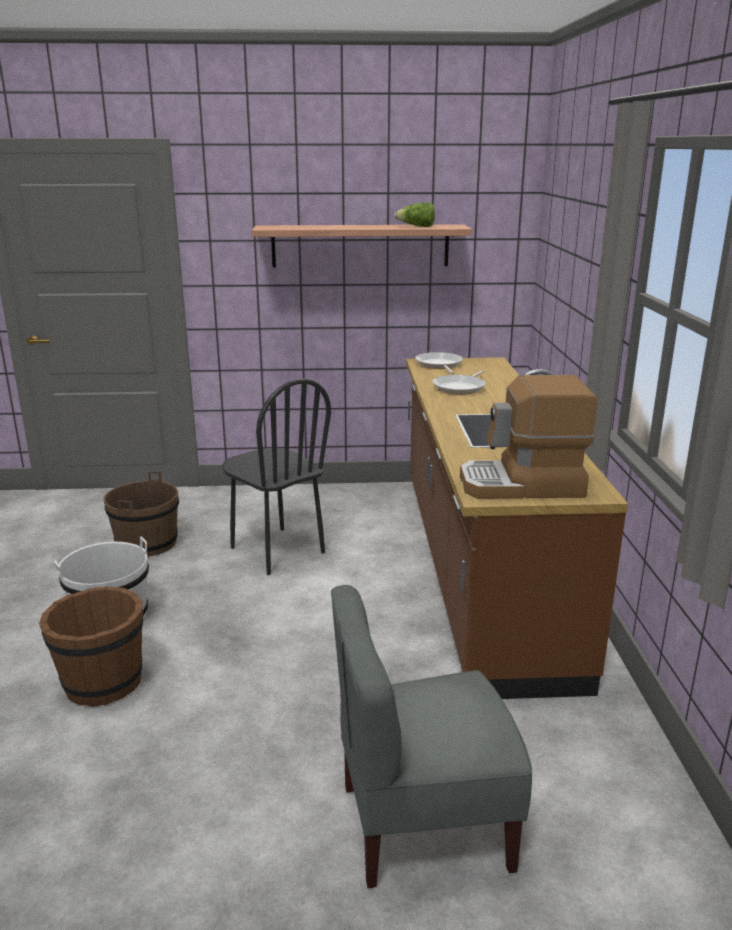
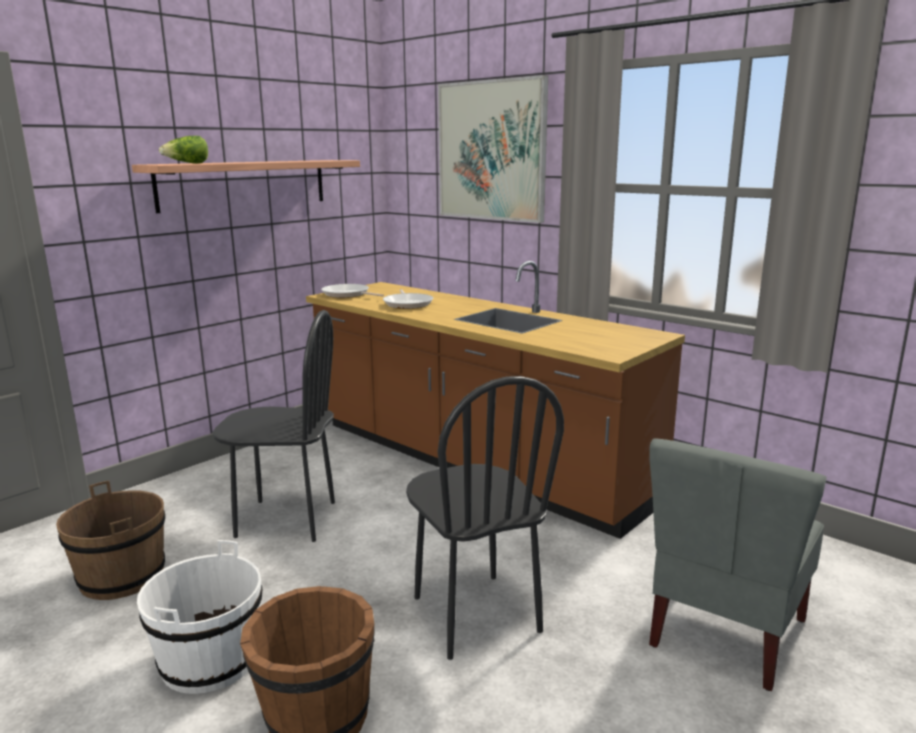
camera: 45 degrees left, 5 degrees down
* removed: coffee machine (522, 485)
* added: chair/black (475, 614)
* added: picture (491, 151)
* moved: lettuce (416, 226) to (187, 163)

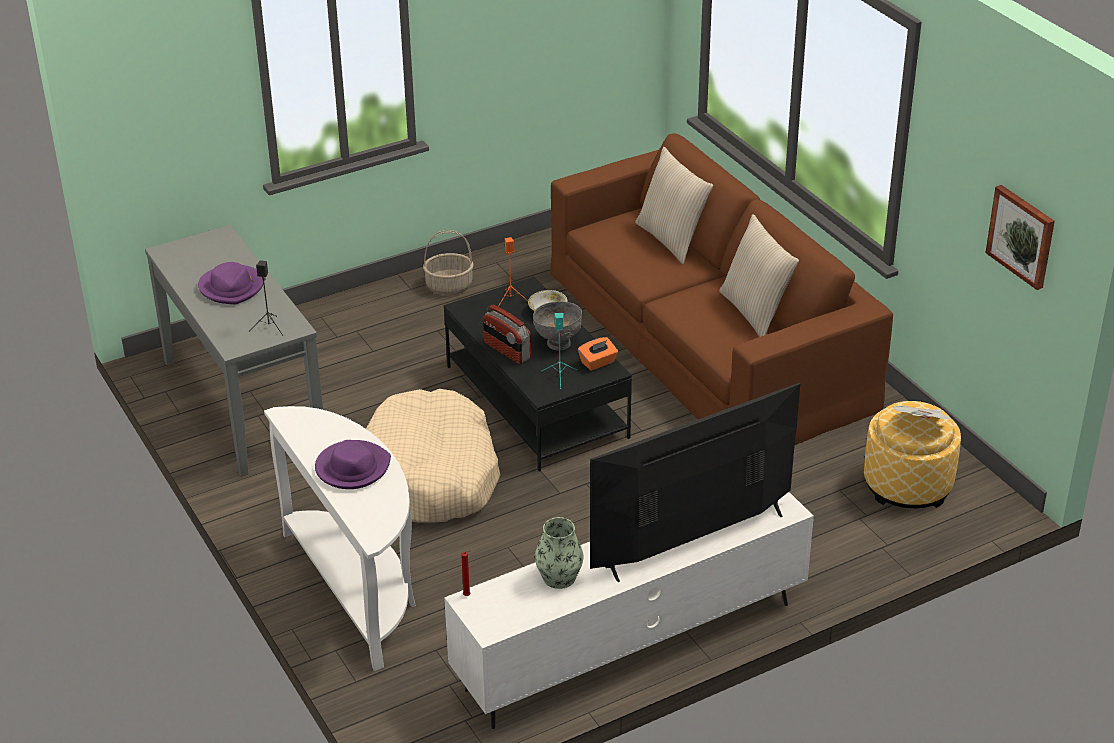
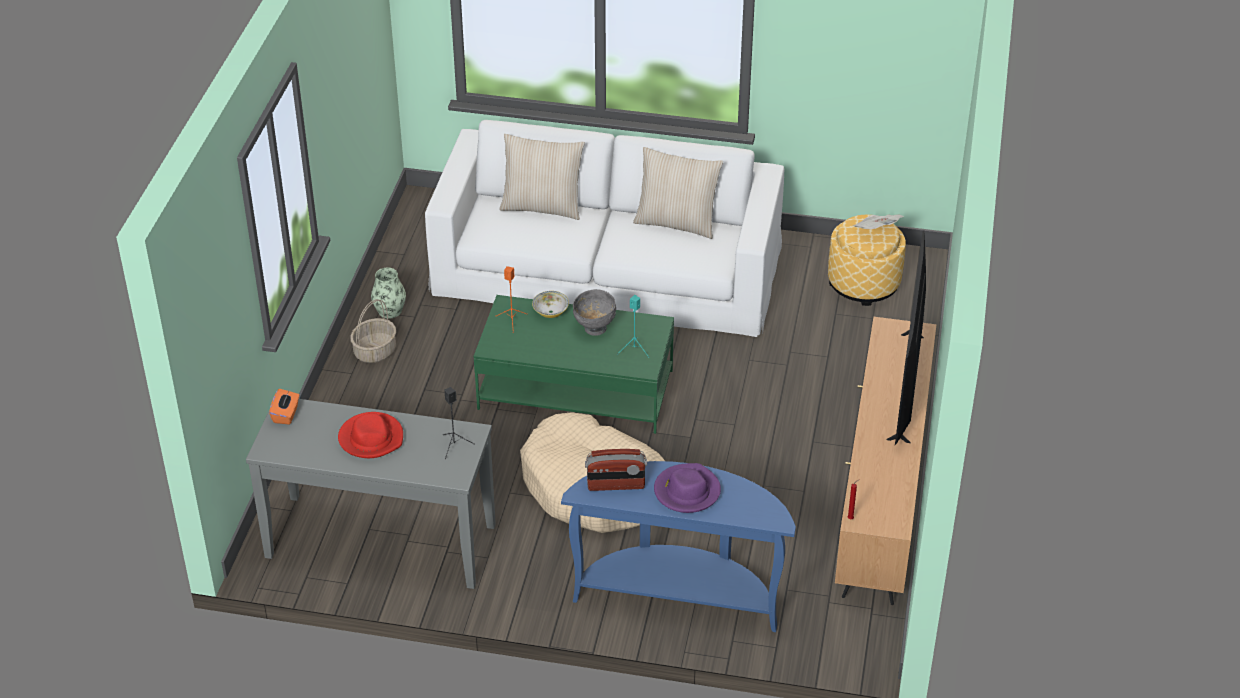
camera: 50 degrees left, 5 degrees up
* removed: picture (1022, 236)
* moved: radio (507, 351) to (616, 485)
* moved: vase (559, 577) to (389, 311)
* moved: tissue box/orange (598, 363) to (286, 414)
* recoloured: hat/purple (232, 287) to hat/red (371, 438)
* recoloured: console table/white (358, 589) to console table/blue (679, 594)
* recoloured: coffee table/black (537, 402) to coffee table/green (576, 390)
* recoloured: tv stand/white (631, 645) to tv stand/brown (881, 494)
* recoloured: sofa/brown (709, 337) to sofa/white (607, 269)

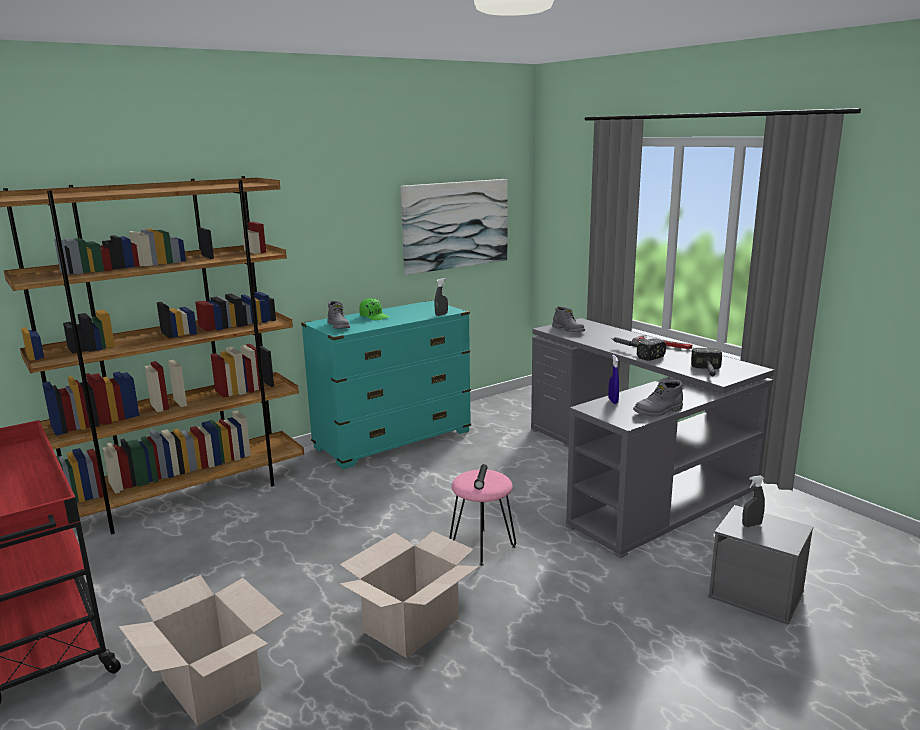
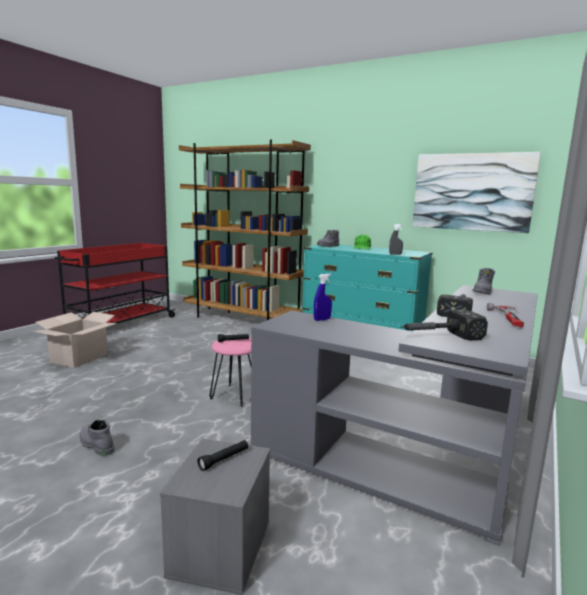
camera: 65 degrees right, 5 degrees down
* removed: cardboard box (412, 626)
* moved: boot/grey (658, 411) to (95, 444)
* replaced: spray bottle/grey (751, 525) to flashlight/black (224, 459)

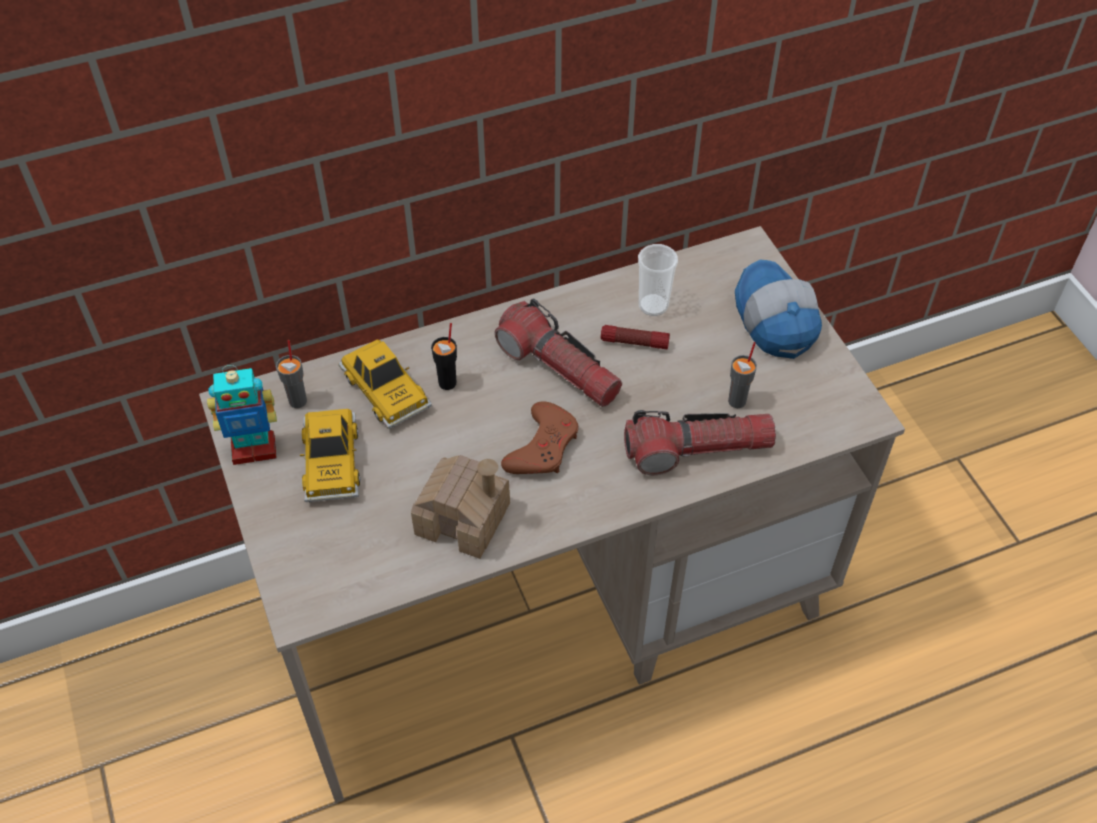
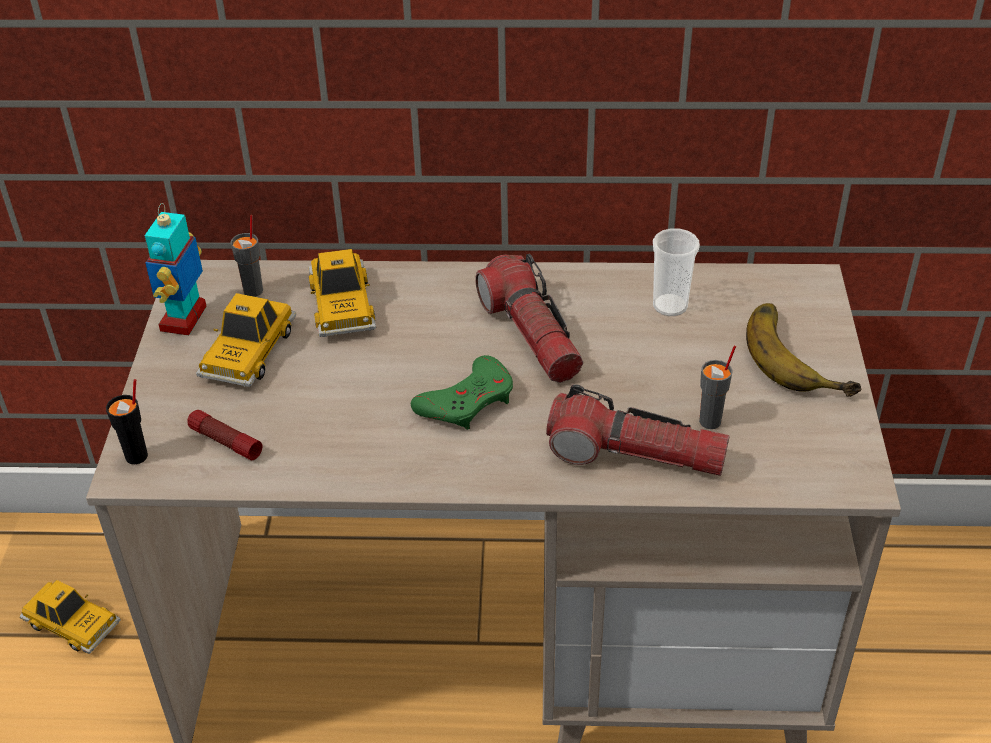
camera: 25 degrees right, 10 degrees down
* removed: toy house (463, 519)
* added: toy car (72, 623)
* moved: cup/black (448, 382) to (137, 456)
* moved: flashlight (634, 342) to (225, 442)
* replaced: cap (773, 319) to banana (800, 355)
* recoloured: game controller/brown (542, 446) to game controller/green (467, 401)
* turned: toy robot (254, 449) = (185, 319) 90 degrees clockwise

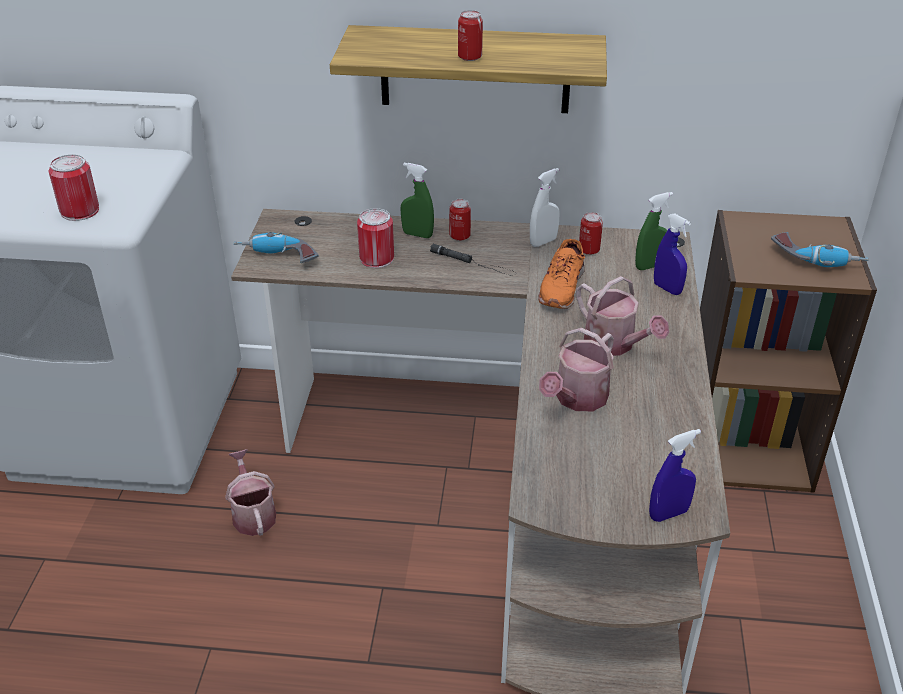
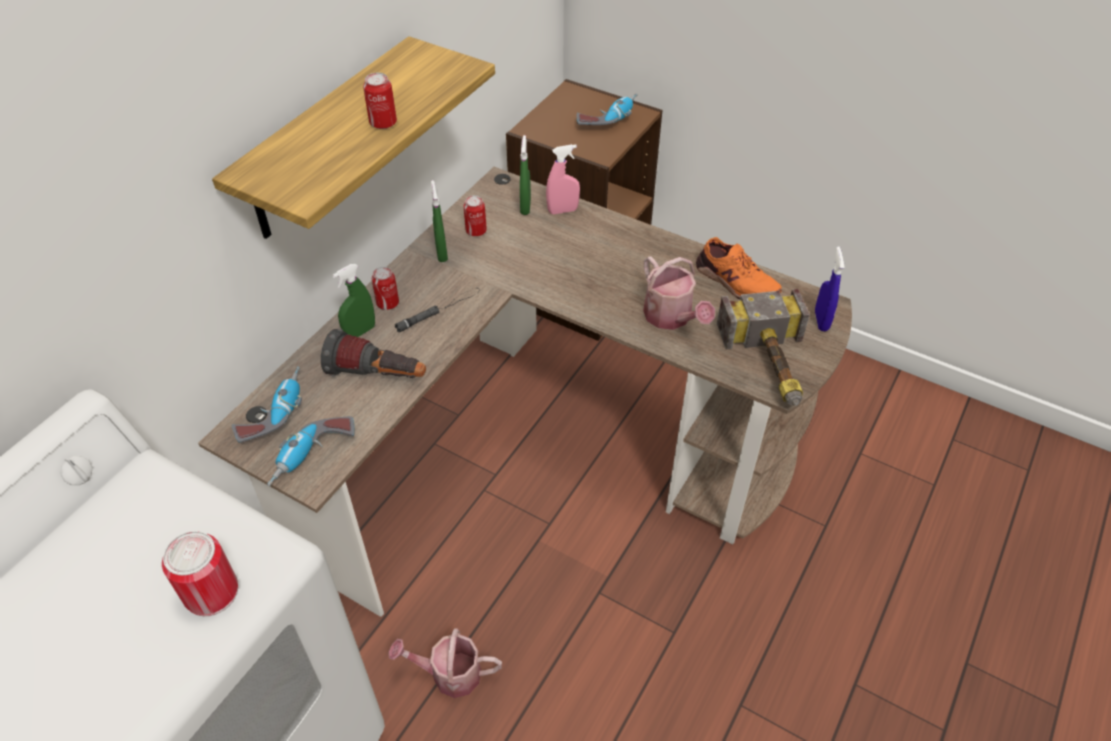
camera: 65 degrees left, 10 degrees up
* removed: watering can (614, 344)
* added: power drill (274, 412)
* added: hammer (772, 366)
* moved: shoe/orange (561, 287) to (735, 282)
* replaced: can (376, 258) to flashlight (378, 376)
* recoloured: spray bottle/white (543, 242) to spray bottle/green (441, 253)
* recoloured: spray bottle/blue (667, 289) to spray bottle/pink (562, 210)

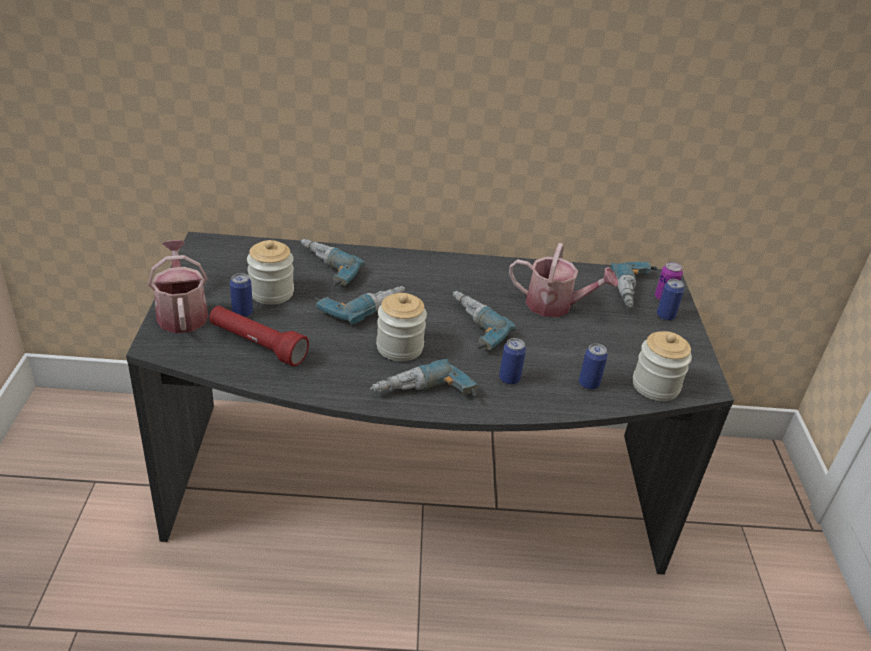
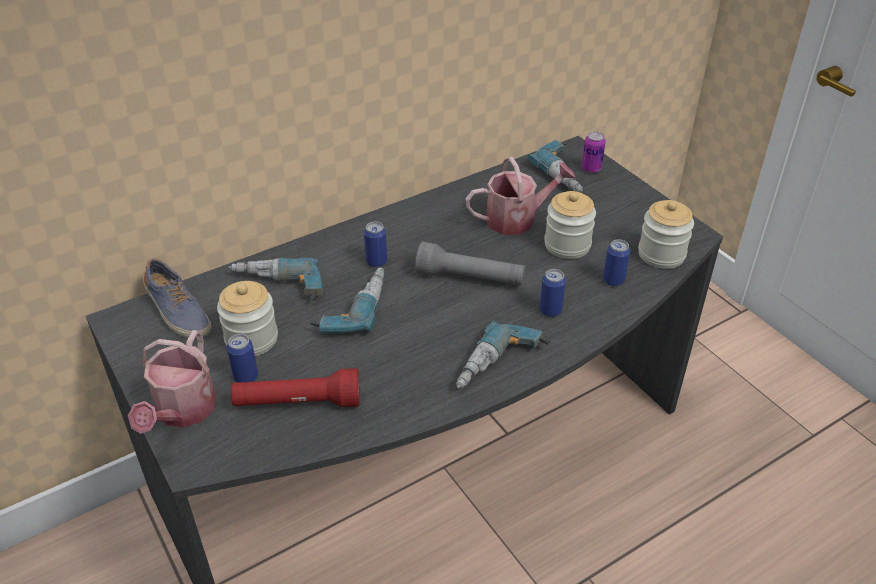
camera: 30 degrees left, 5 degrees up
* added: shoe (177, 313)
* moved: jar (399, 347) to (567, 245)
* moved: can (665, 316) to (376, 262)
* replaced: power drill (470, 328) to flashlight/grey (470, 278)
* turned: watering can (181, 313) = (182, 412) 120 degrees counterclockwise

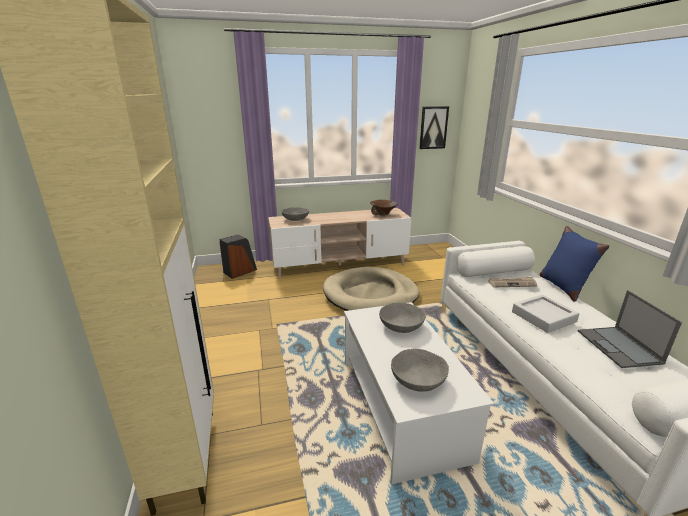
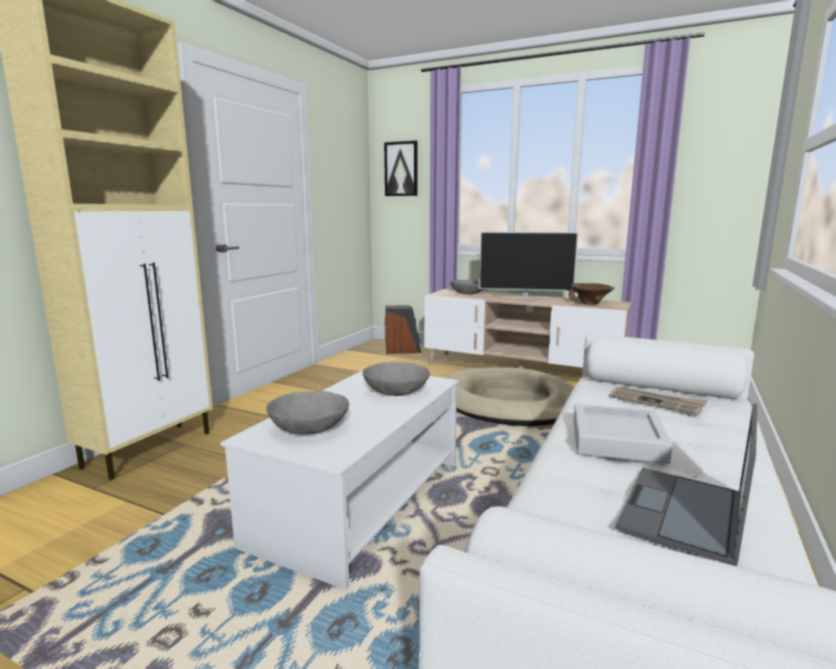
camera: 40 degrees right, 10 degrees down
* removed: pillow/blue (563, 287)
* added: television (525, 297)
* moved: picture (433, 127) to (401, 169)

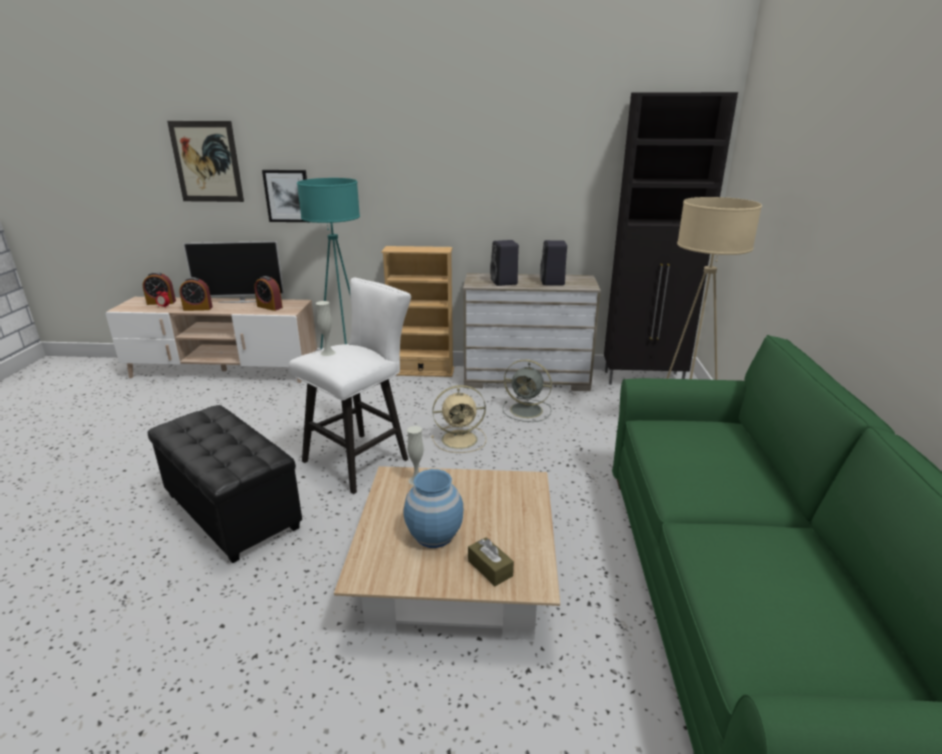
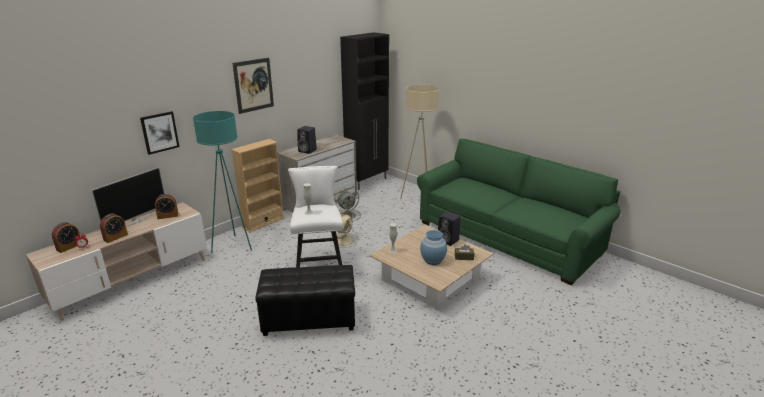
camera: 50 degrees left, 0 degrees up
* moved: picture (206, 162) to (253, 85)
* moved: speaker/black (552, 282) to (448, 240)

